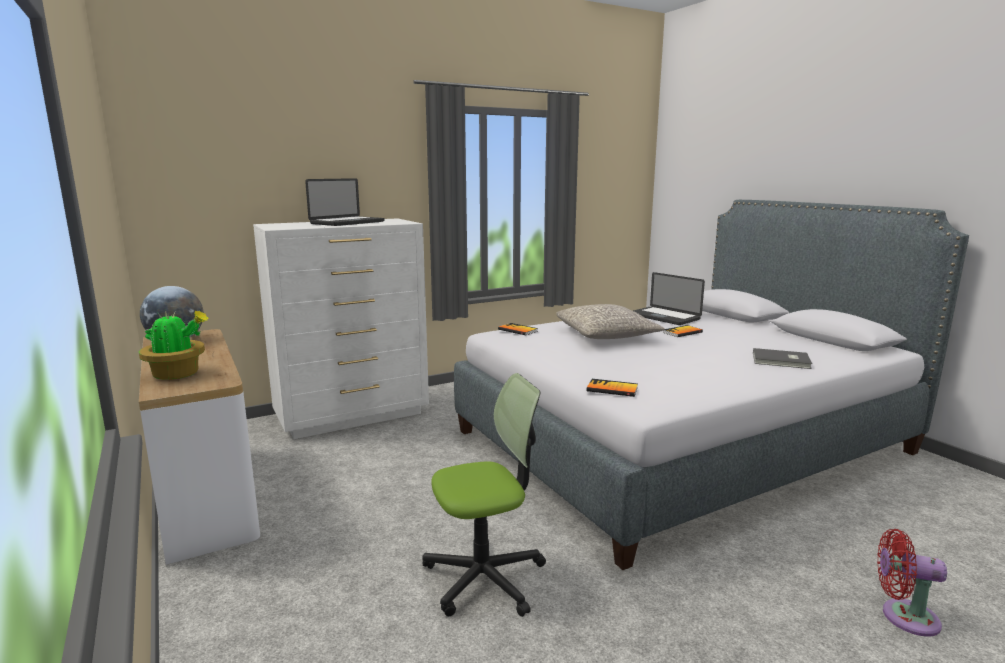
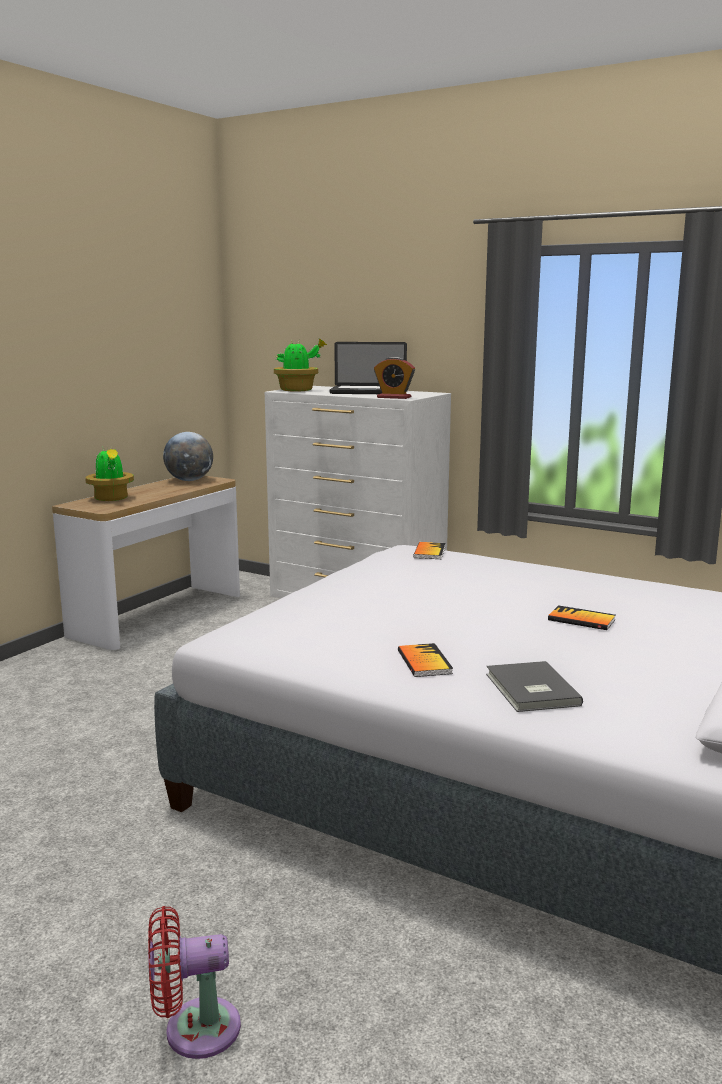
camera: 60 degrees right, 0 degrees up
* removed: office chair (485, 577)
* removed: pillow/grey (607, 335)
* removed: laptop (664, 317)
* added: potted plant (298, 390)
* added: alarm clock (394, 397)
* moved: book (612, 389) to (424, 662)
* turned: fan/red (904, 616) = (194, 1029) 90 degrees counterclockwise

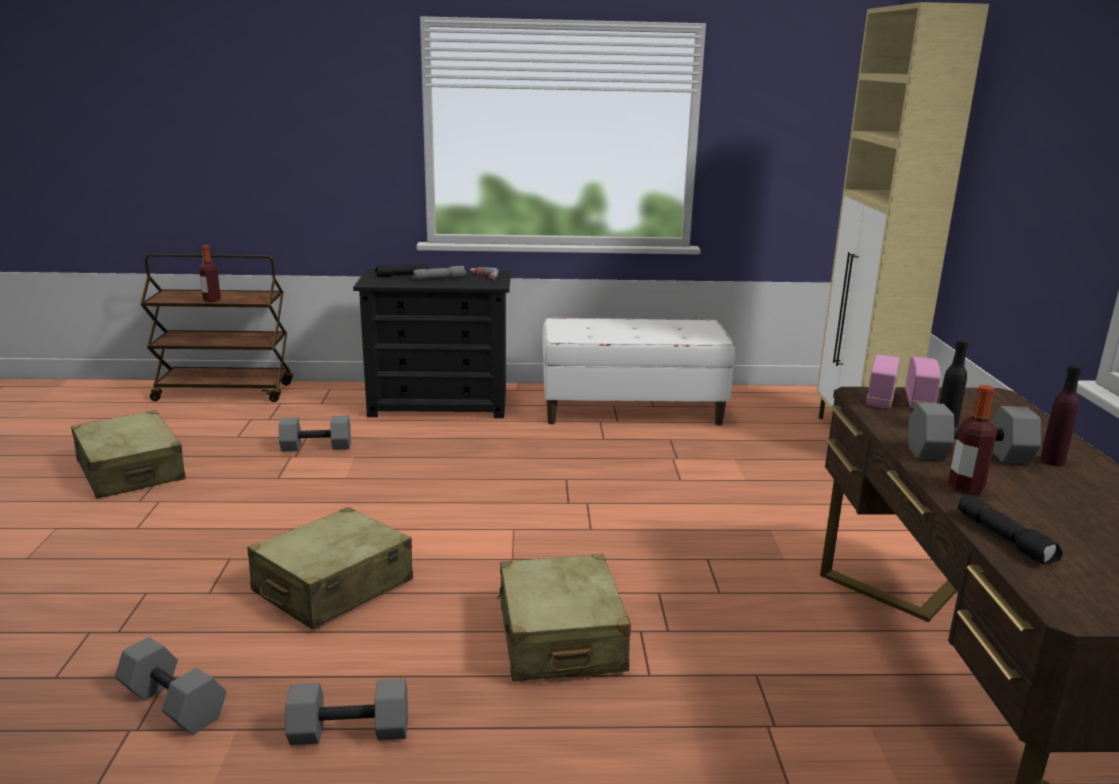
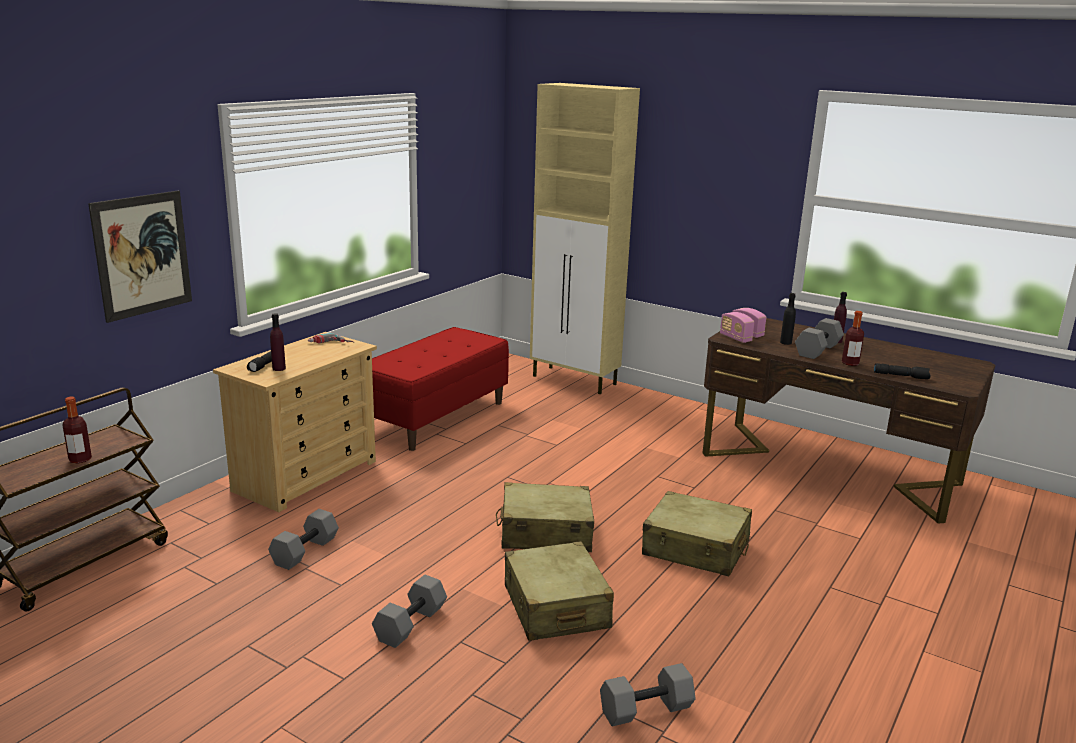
camera: 55 degrees left, 0 degrees up
* removed: flashlight/grey (440, 278)
* added: picture (142, 255)
* added: bottle/purple (279, 368)
* moved: suitcase/beige (131, 471) to (545, 533)
* moved: dumbbell/grey (351, 730) to (410, 623)
* recoloured: dresser/black (439, 404) to dresser/beige (306, 475)
* recoloured: bench/white (631, 410) to bench/red (435, 417)

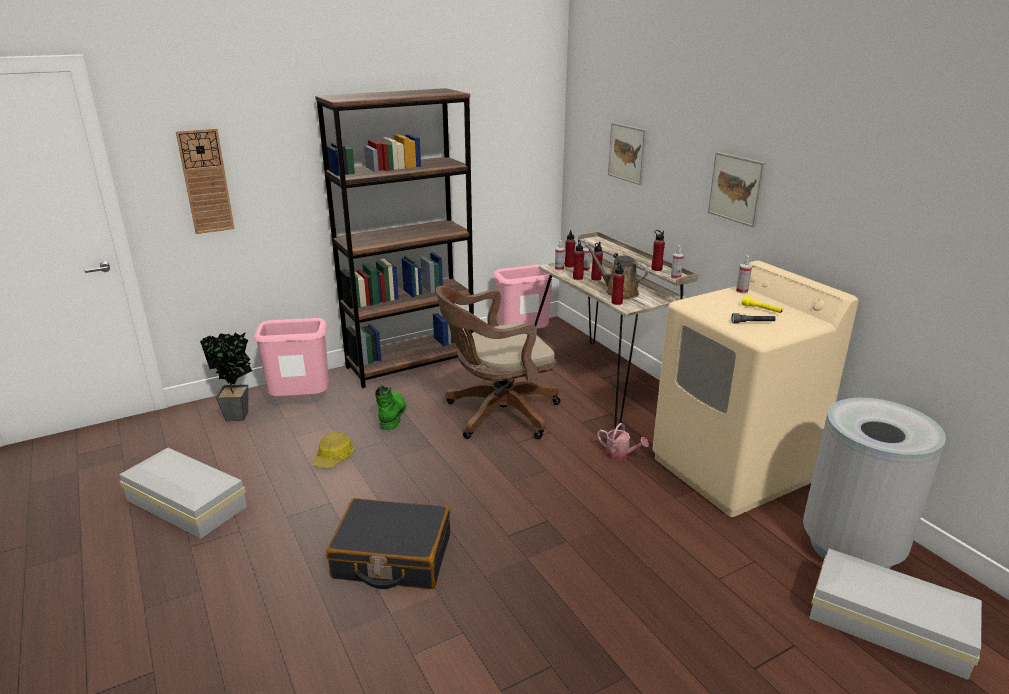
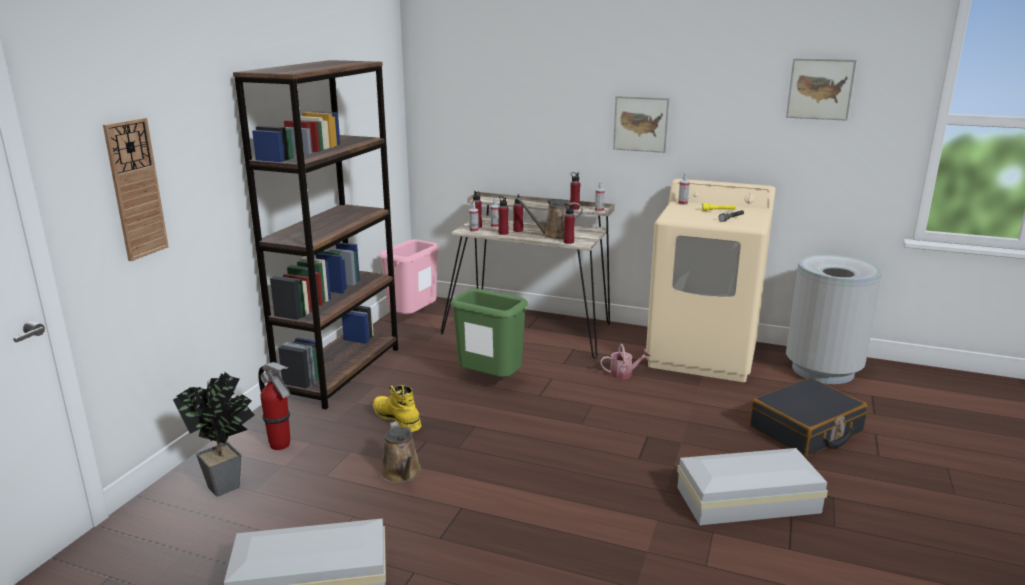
camera: 40 degrees left, 5 degrees down
* moved: suitcase/black (392, 557) to (806, 430)
* moved: picture (627, 153) to (820, 89)
* moved: storage box/white (891, 626) to (750, 501)
* replaced: trash can/pink (301, 402) to fire extinguisher (280, 445)
* replaced: hard hat (334, 458) to watering can/brown (402, 474)
* replaced: office chair/brown (496, 414) to trash can/green (489, 382)
* recoloured: boot/green (392, 414) to boot/yellow (396, 418)

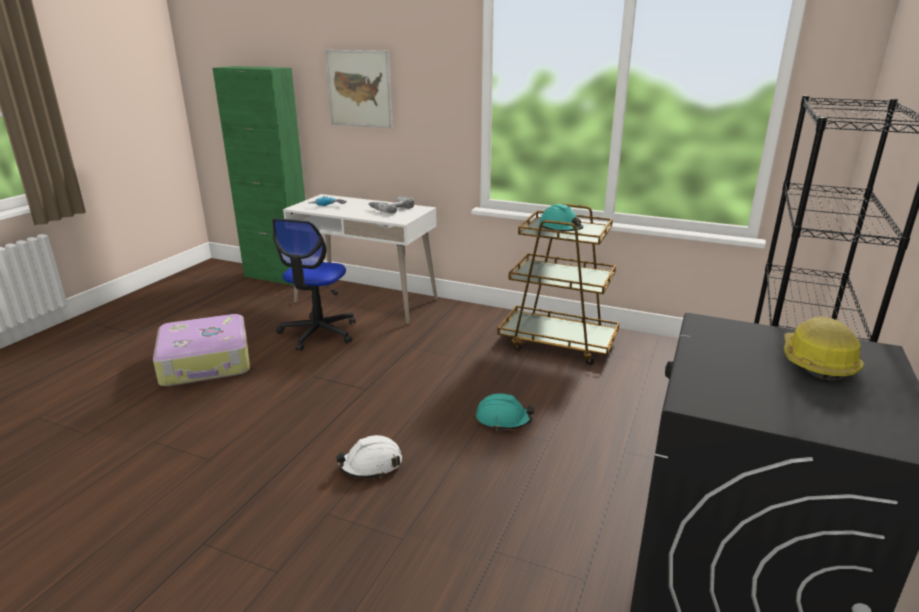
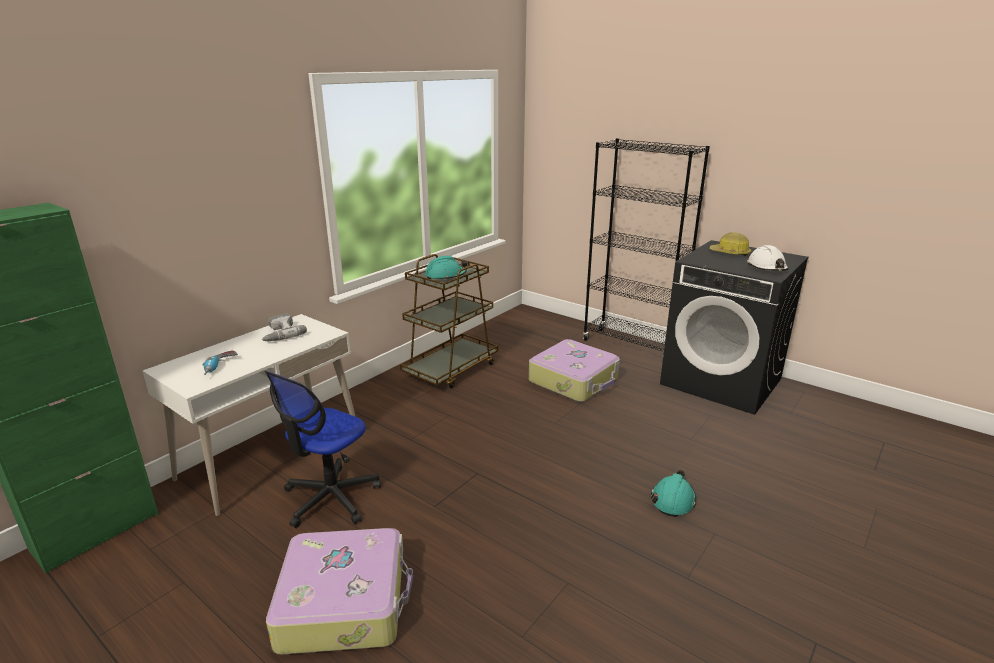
camera: 75 degrees left, 0 degrees up
* removed: picture (359, 89)
* added: suitcase (574, 380)
* moved: hard hat/white (371, 465) to (767, 268)
* moved: hard hat/turquoise (503, 419) to (673, 500)
* turned: office chair (318, 333) = (331, 498) 90 degrees clockwise

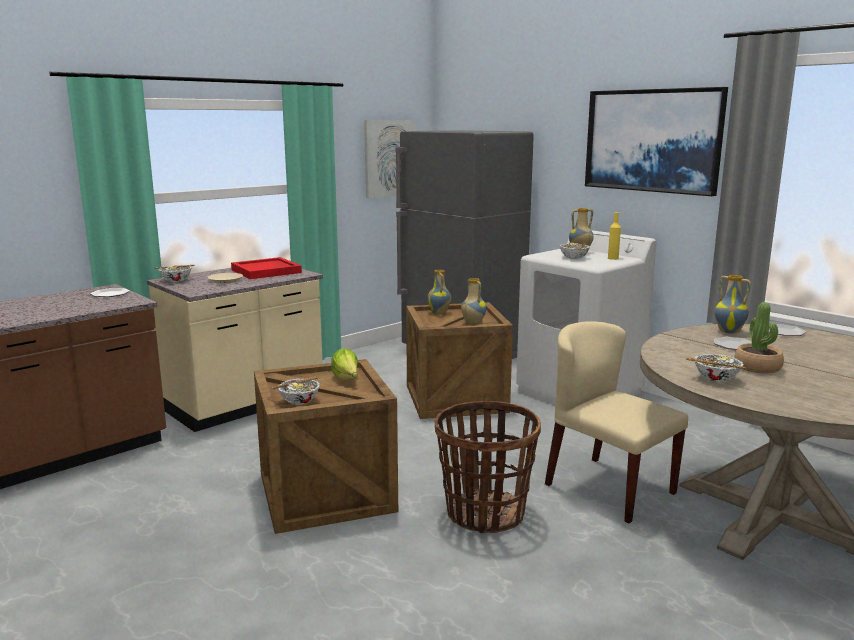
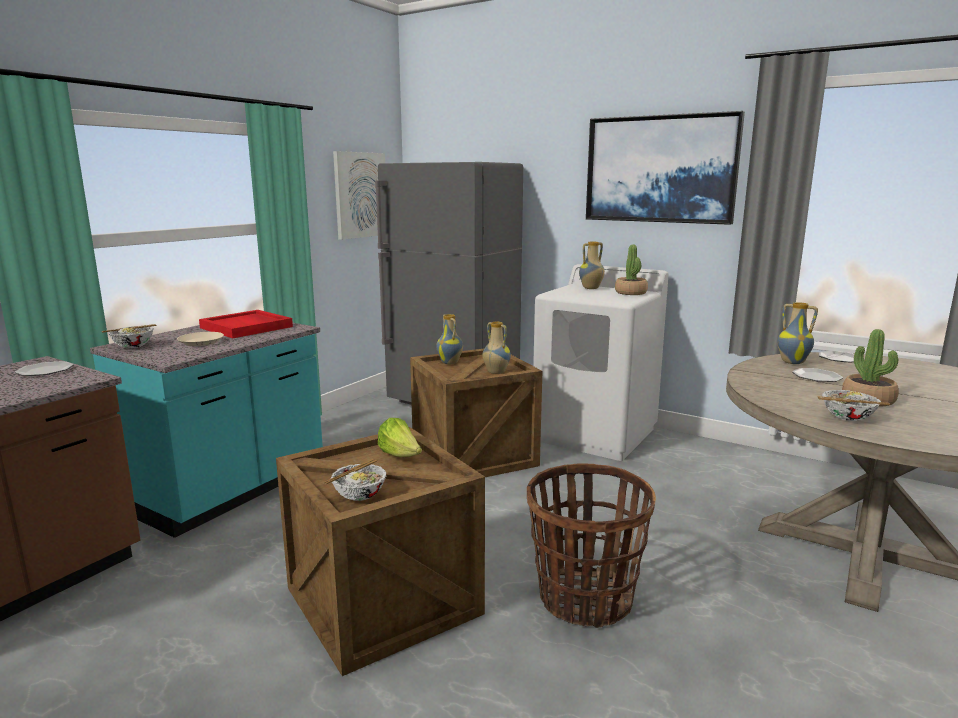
camera: 15 degrees left, 0 degrees up
* removed: chair/beige (608, 488)
* removed: bowl (574, 258)
* replaced: bottle/yellow (613, 258) to potted plant (631, 293)
* recoloured: counter/beige (245, 405) to counter/turquoise (230, 491)

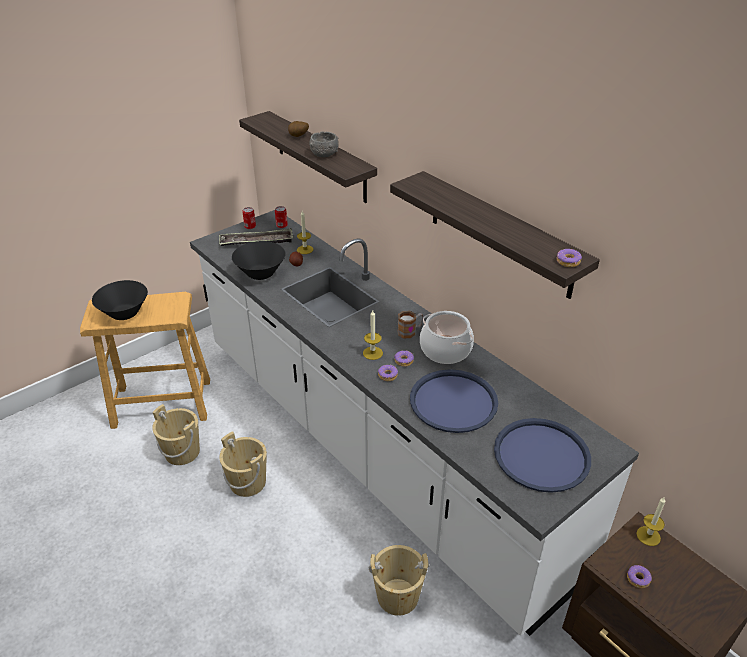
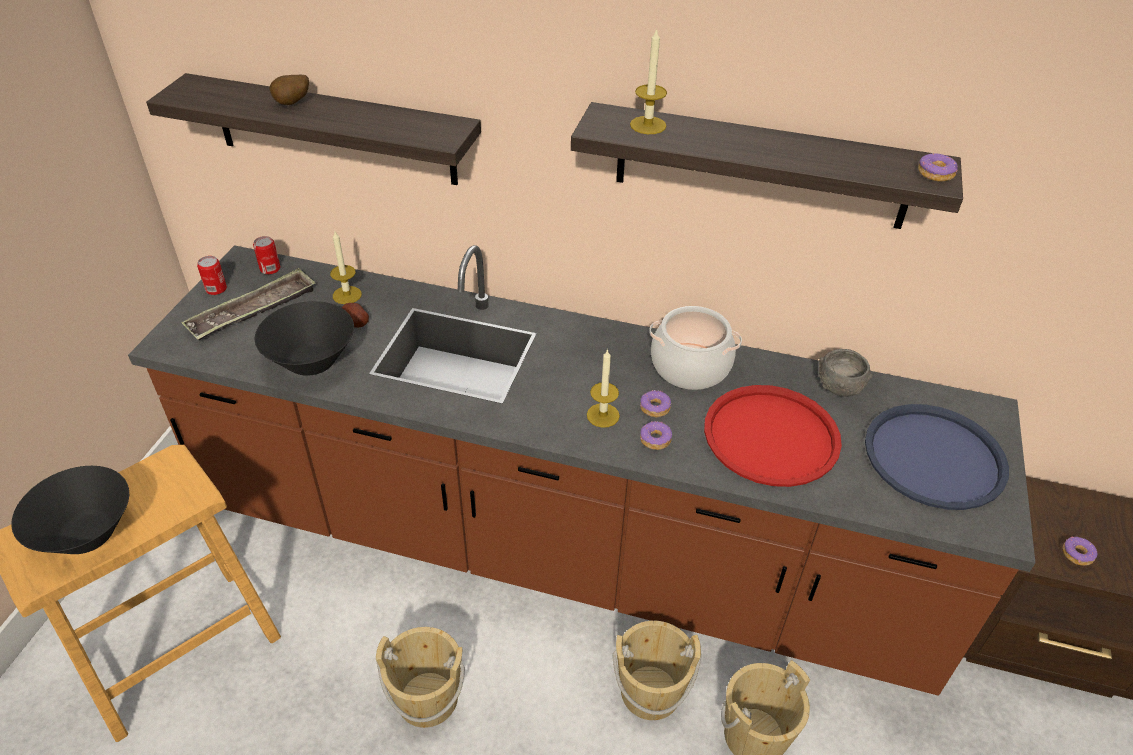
camera: 35 degrees left, 5 degrees up
* removed: mug (410, 331)
* moved: bucket/beige (182, 452) to (650, 691)
* moved: bowl/grey (324, 154) to (839, 385)
* moved: candle (648, 536) to (648, 125)
* recoloured: counter/white (373, 448) to counter/brown (562, 549)
* recoloured: tray/blue (453, 402) to tray/red (771, 436)

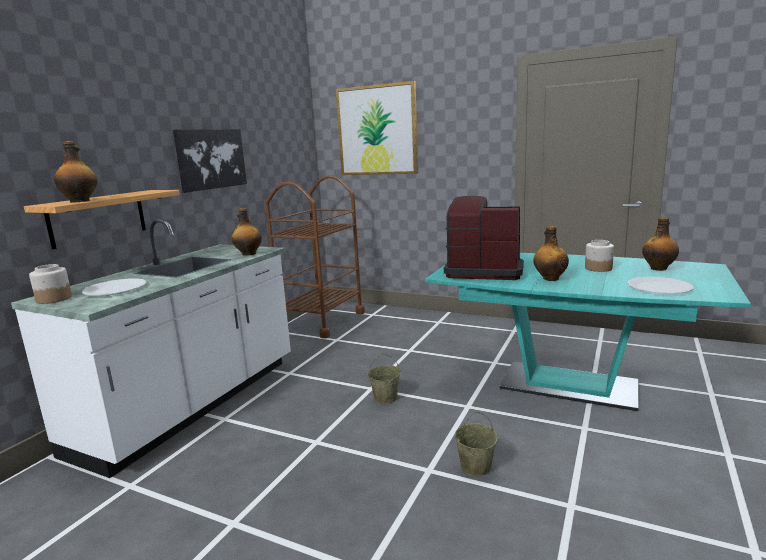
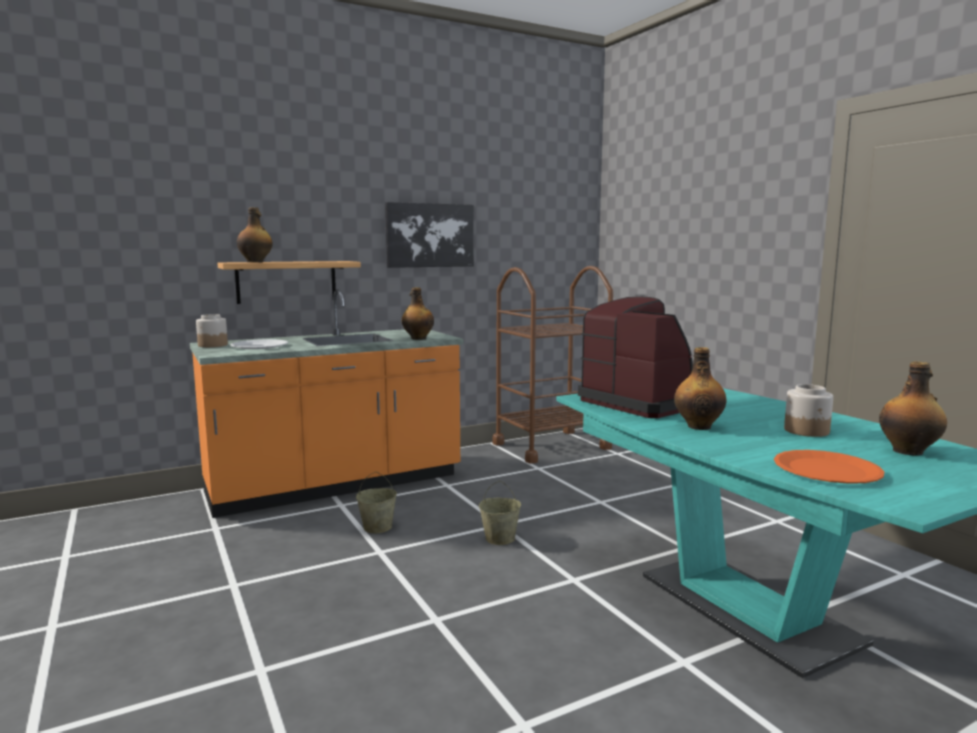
camera: 35 degrees right, 5 degrees down
* removed: picture (377, 130)
* moved: bucket/beige (475, 466) to (378, 527)
* recoloured: counter/white (193, 405) to counter/orange (335, 485)
* recoloured: plate/white (659, 287) to plate/orange (827, 470)

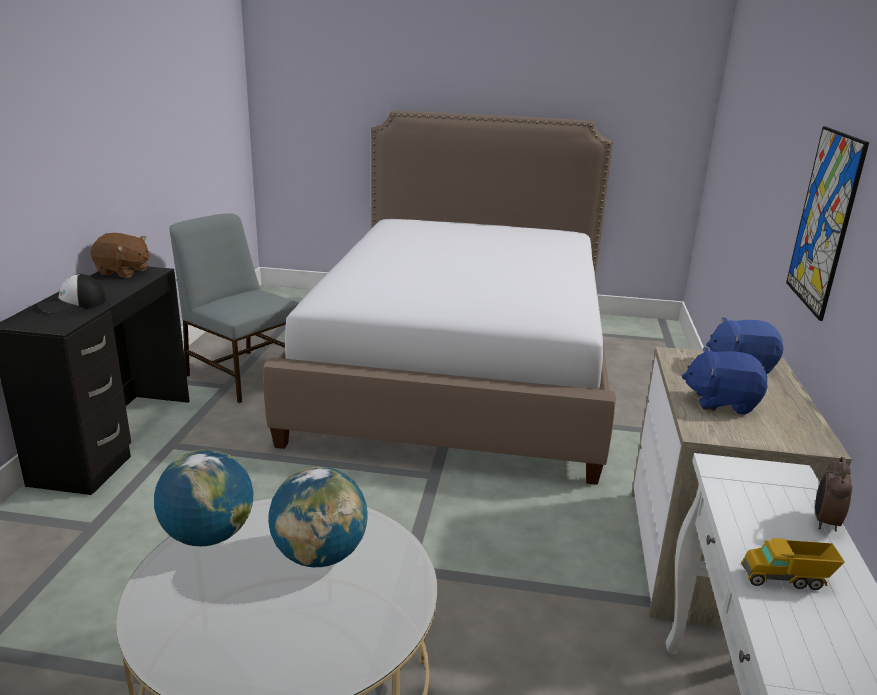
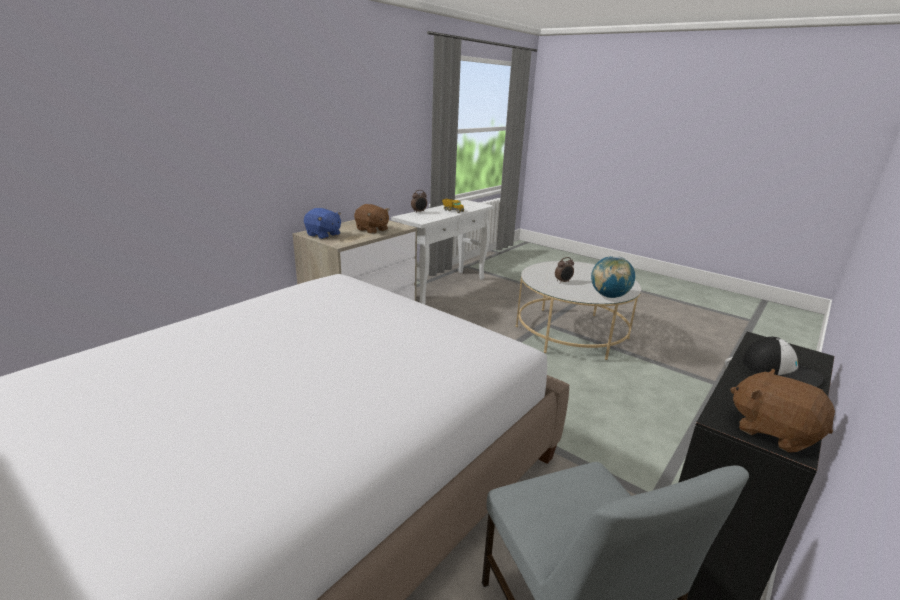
camera: 150 degrees left, 0 degrees up
* removed: picture (824, 221)
* replaced: globe (320, 556) to alarm clock (563, 282)
* recoloured: plush toy/blue (721, 402) to plush toy/brown (372, 230)
* turned: cap (72, 304) = (780, 370) 45 degrees clockwise

